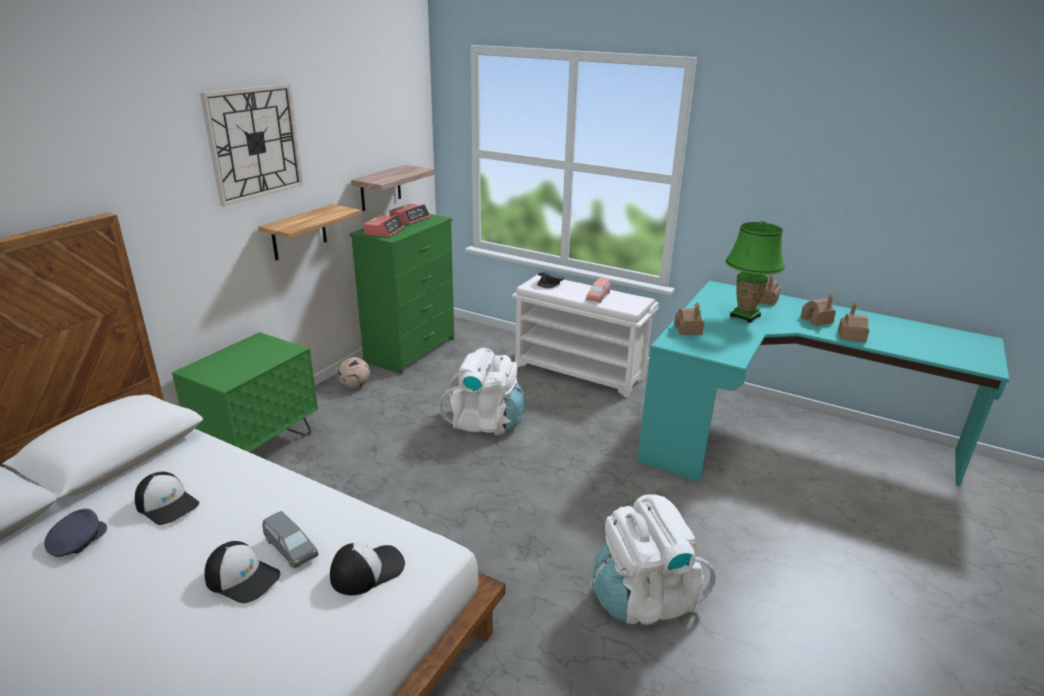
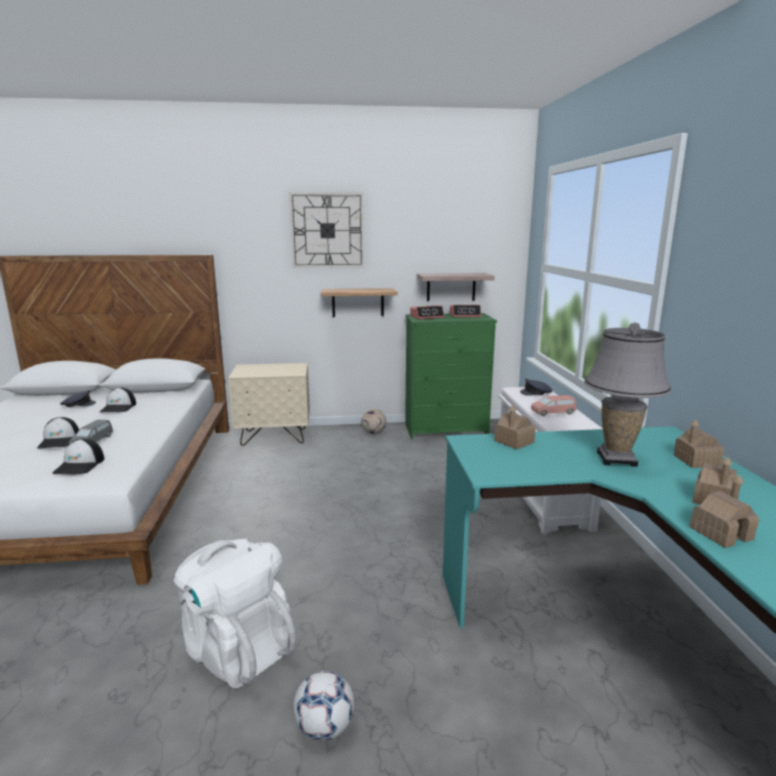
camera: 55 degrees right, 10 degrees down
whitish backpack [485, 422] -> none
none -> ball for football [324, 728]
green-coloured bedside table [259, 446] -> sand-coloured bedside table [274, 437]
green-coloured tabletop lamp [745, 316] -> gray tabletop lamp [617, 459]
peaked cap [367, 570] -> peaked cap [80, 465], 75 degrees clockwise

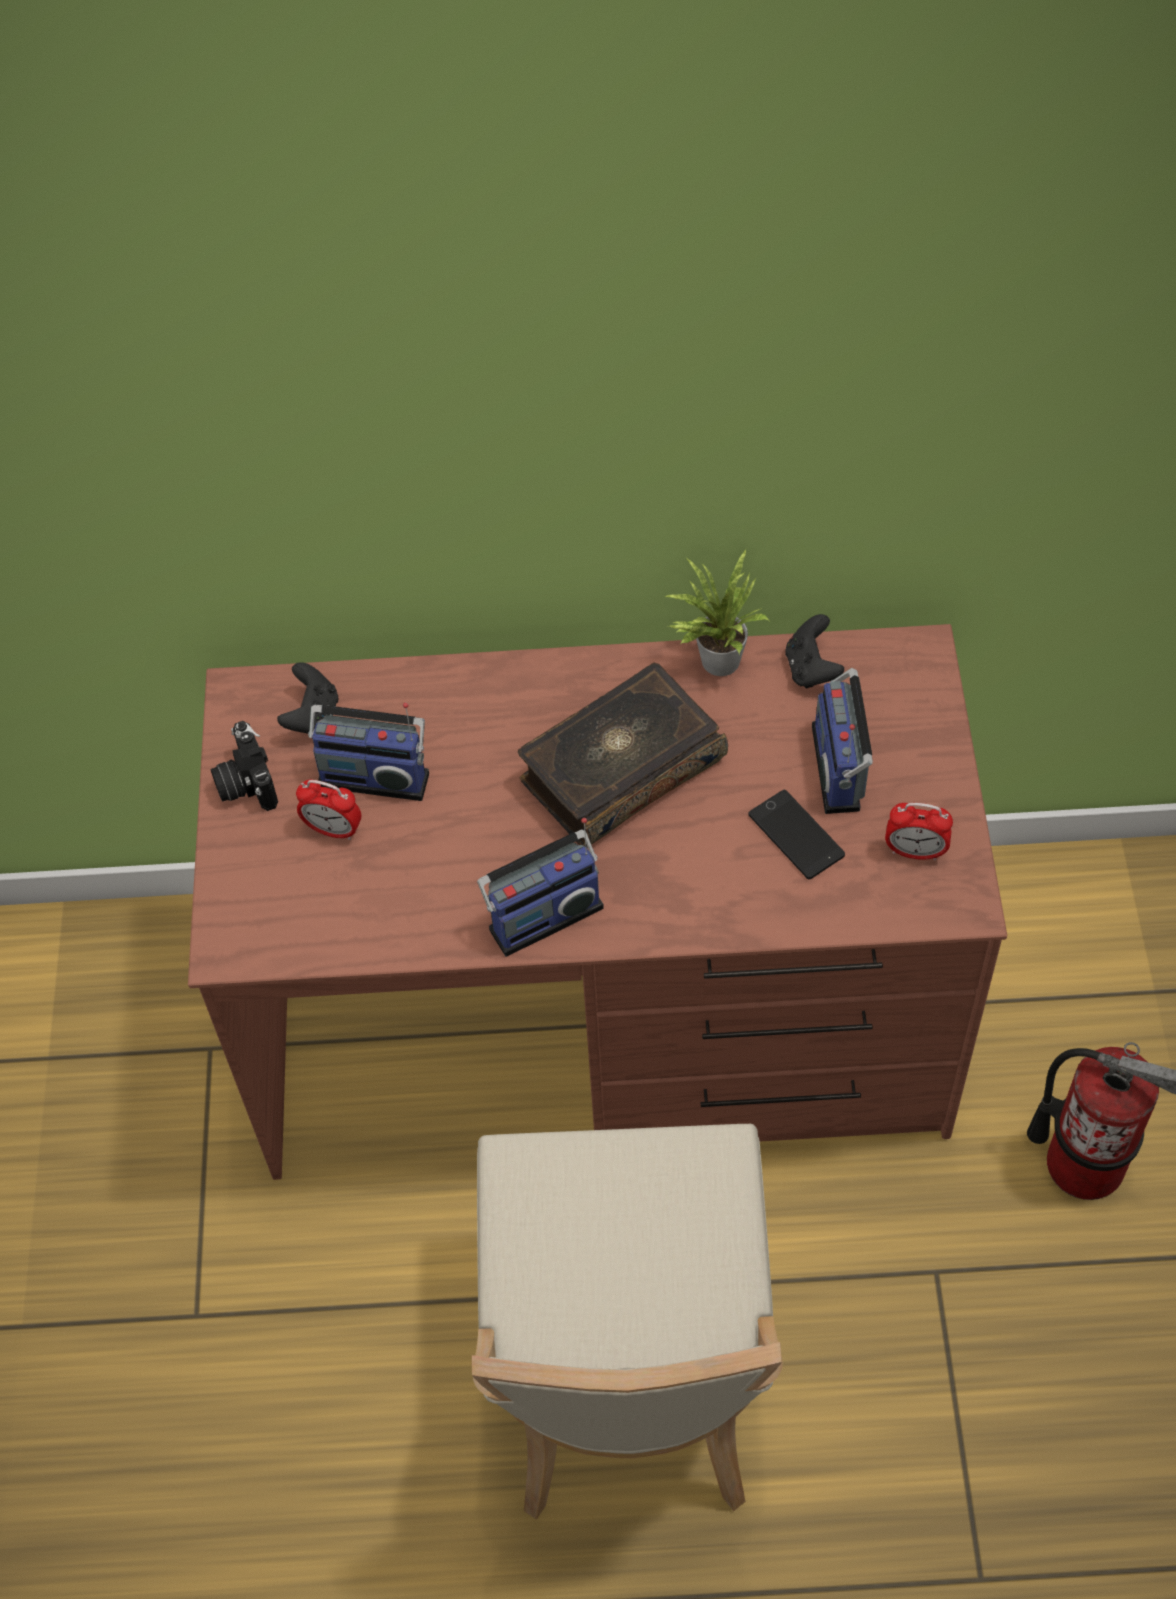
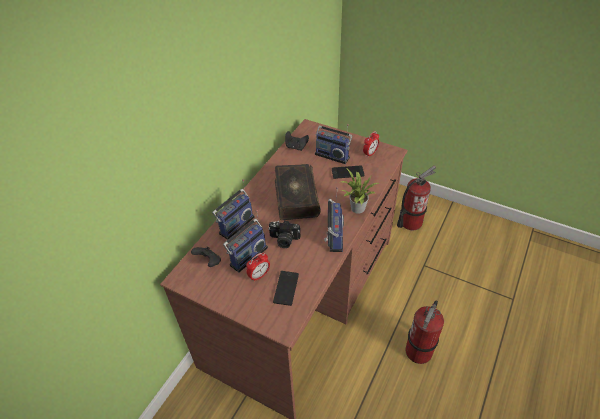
camera: 60 degrees left, 10 degrees down
none -> radio [235, 224]
none -> phone [286, 288]
still camera [245, 783] -> still camera [284, 240], moved
plant in a pot [715, 659] -> plant in a pot [356, 209], moved
sand-coloured chair [628, 1379] -> extinguisher [419, 351]

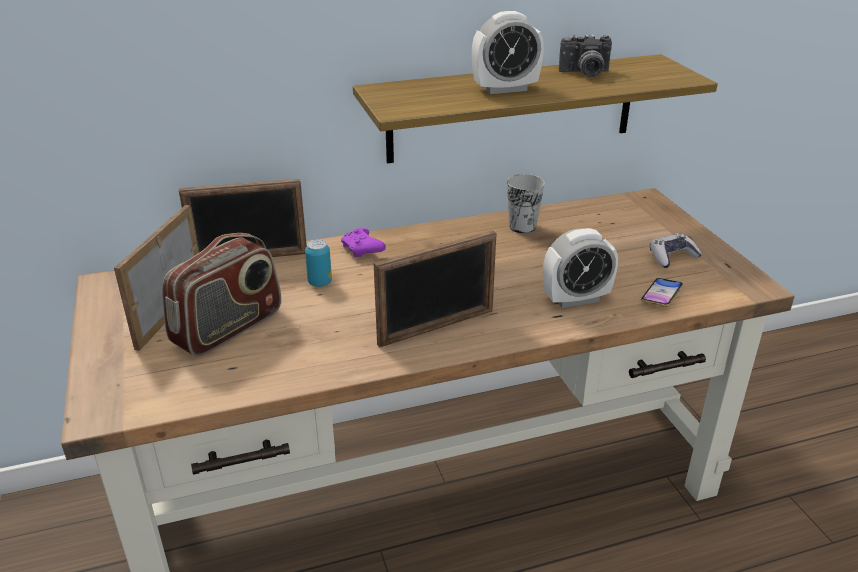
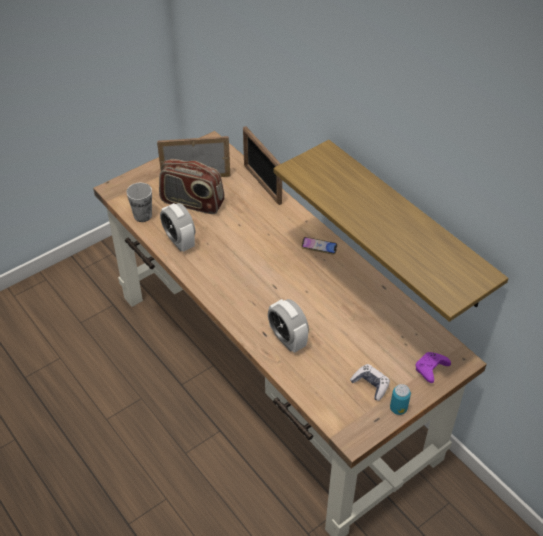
camera: 70 degrees right, 15 degrees up
picture frame [437, 327] -> none
still camera [585, 73] -> none
can [320, 282] -> can [398, 408], moved
purple-coloured joypad [362, 250] -> purple-coloured joypad [430, 370], moved
alarm clock [505, 89] -> alarm clock [179, 241], moved
small cup [522, 227] -> small cup [142, 215], moved
phone [661, 295] -> phone [319, 247], moved

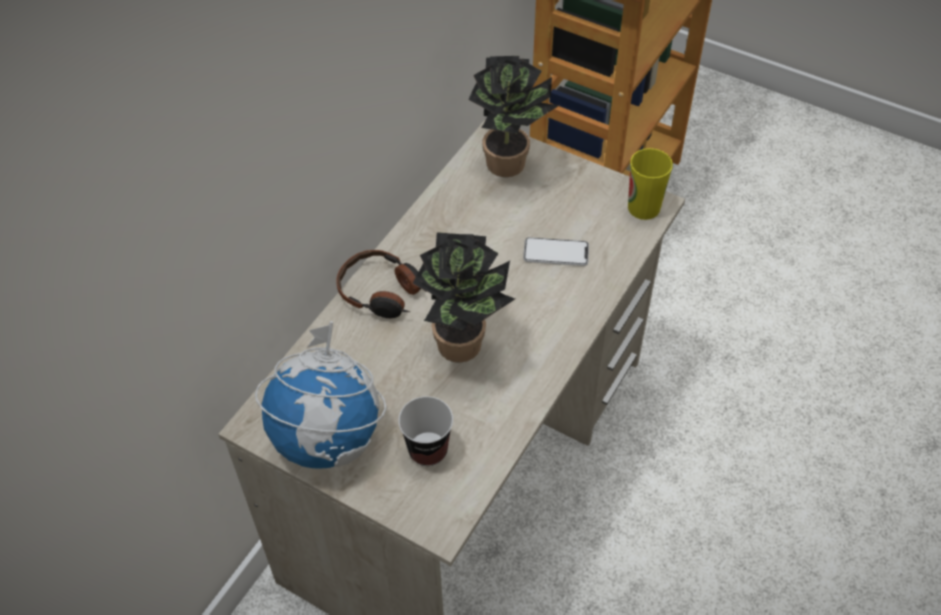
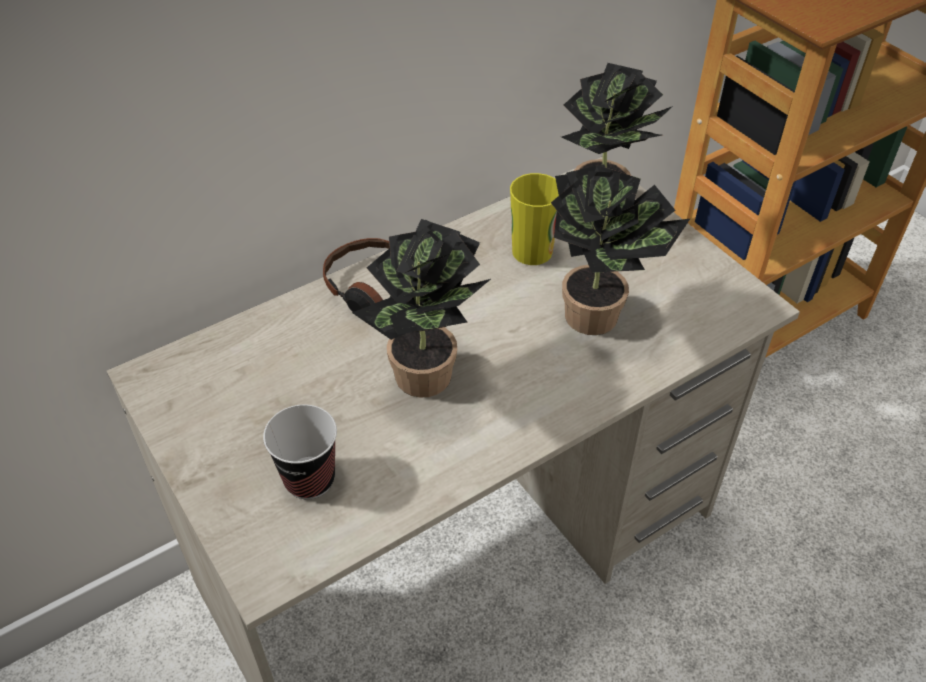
camera: 25 degrees right, 5 degrees down
world globe [328, 438] -> none
small cup [644, 207] -> small cup [532, 251], moved
phone [556, 253] -> plant in a pot [600, 317]

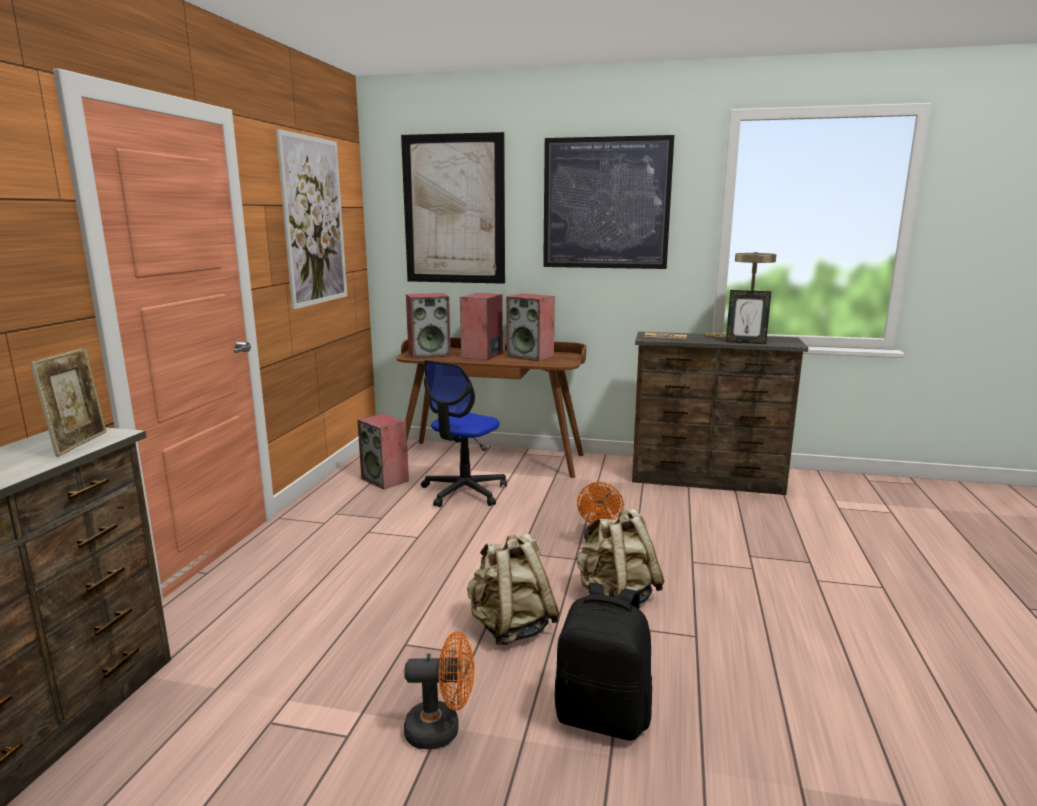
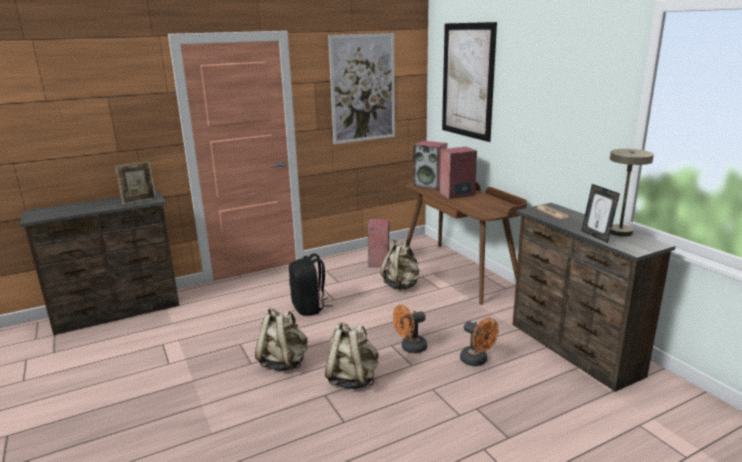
camera: 50 degrees right, 5 degrees up
loudspeaker [531, 356] -> none
picture [606, 203] -> none
orange-coloured electric fan [441, 729] -> orange-coloured electric fan [477, 361], moved
black backpack [603, 716] -> black backpack [309, 308], moved
desk chair [464, 492] -> sand-coloured backpack [401, 285]

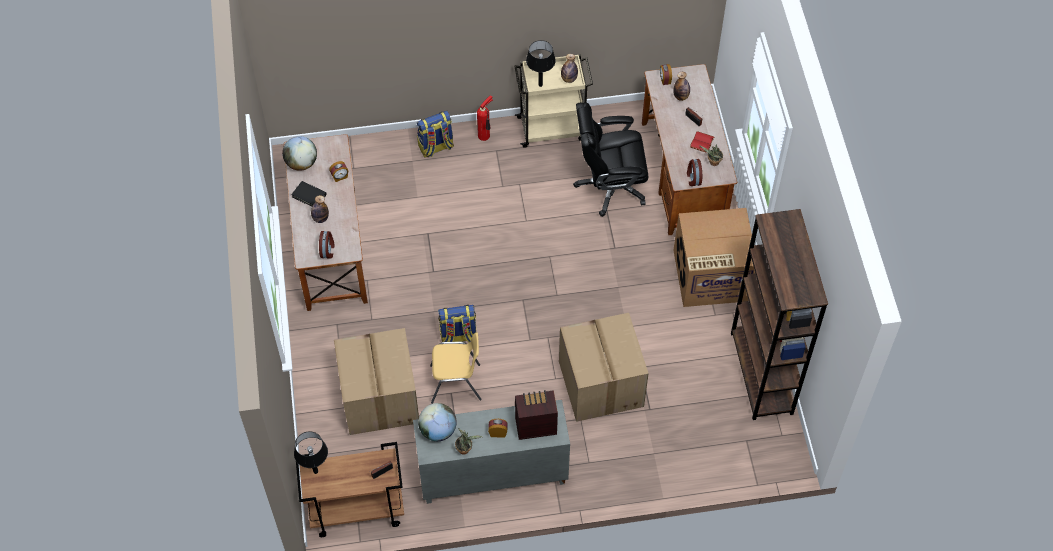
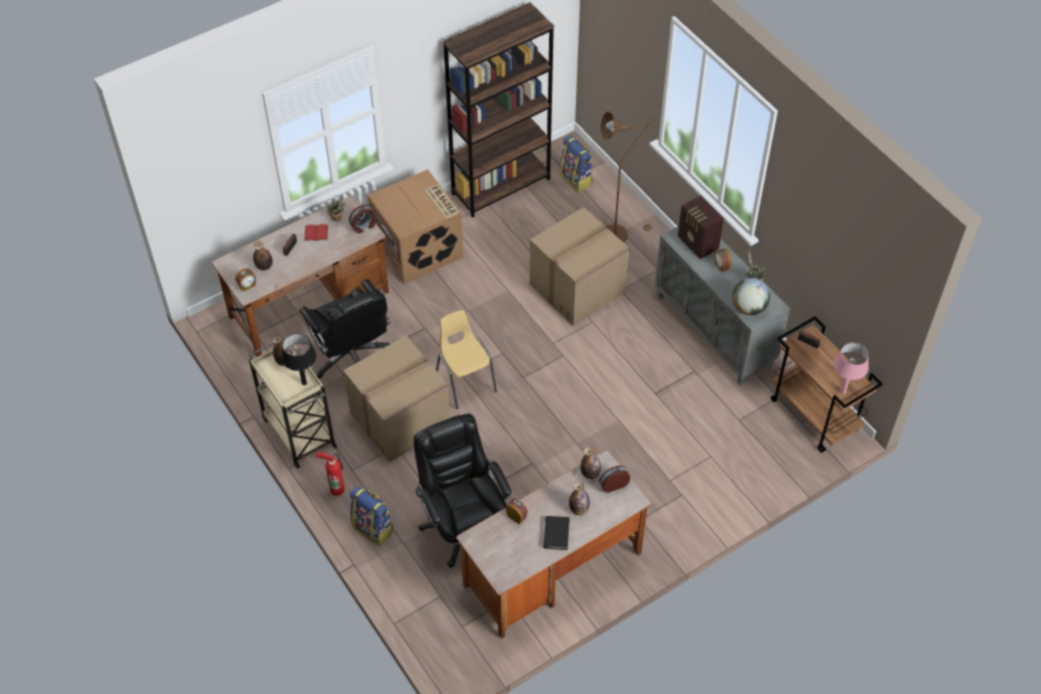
camera: 115 degrees left, 5 degrees down
world globe [301, 163] -> none
none -> black desk chair [464, 526]
none -> bottle [590, 473]
none -> brown floor lamp [619, 233]
packing box [378, 397] -> packing box [399, 420], moved
yellow-coloured chair [456, 383] -> yellow-coloured chair [465, 381], moved
backpack [458, 336] -> backpack [576, 179], moved
black tabletop lamp [315, 471] -> pink-coloured tabletop lamp [843, 392]

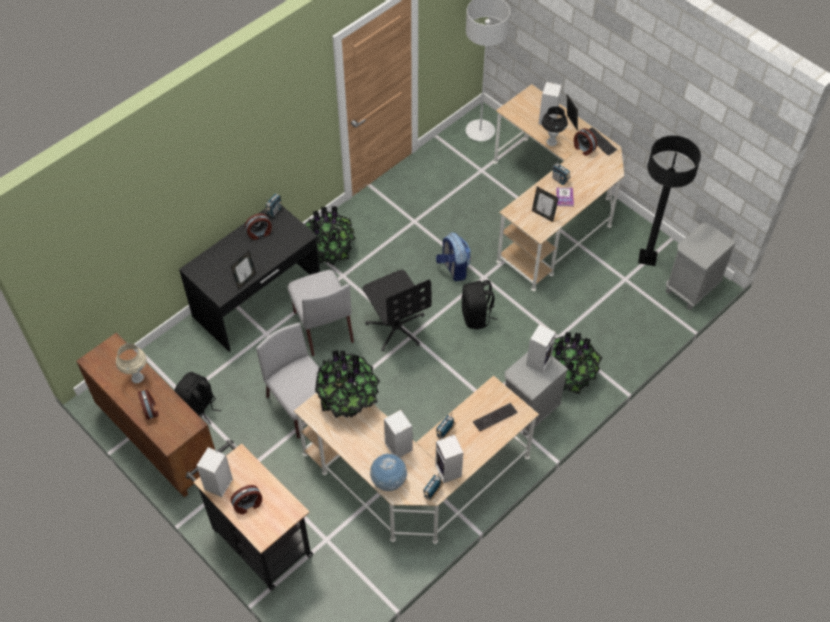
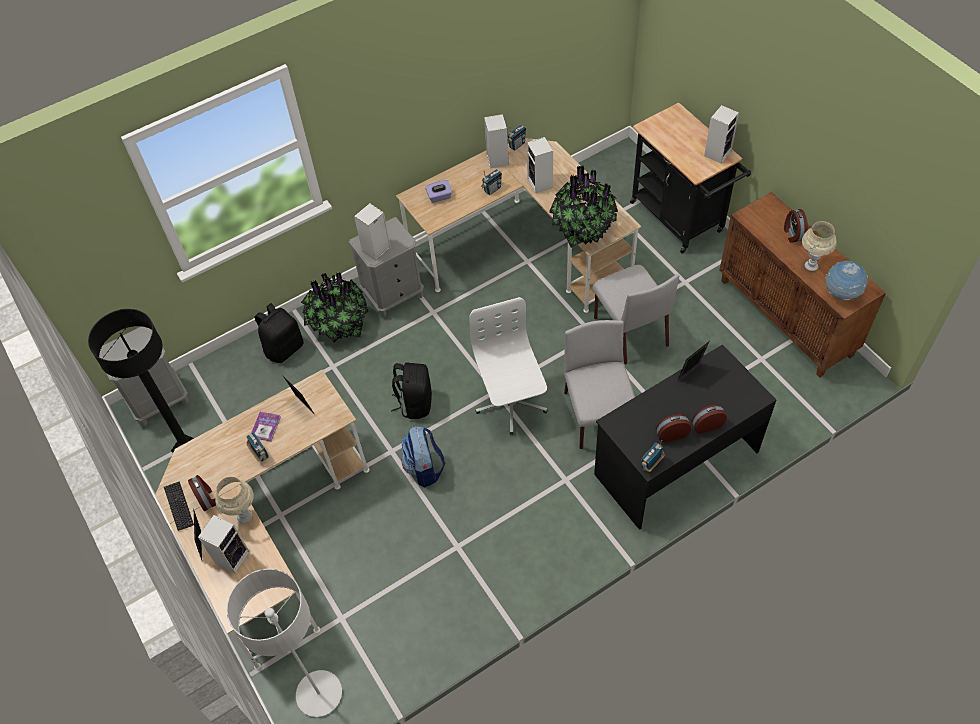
camera: 165 degrees left, 0 degrees up
plant in a pot [329, 250] -> none
black backpack [199, 409] -> black backpack [284, 348], moved
alarm clock [248, 505] -> alarm clock [706, 425], moved
world globe [388, 481] -> world globe [841, 294], moved
keyboard [495, 417] -> purple-coloured tissue box [439, 197]
black desk chair [396, 327] -> whitish desk chair [511, 403]
black tabletop lamp [551, 142] -> sand-coloured tabletop lamp [244, 516]

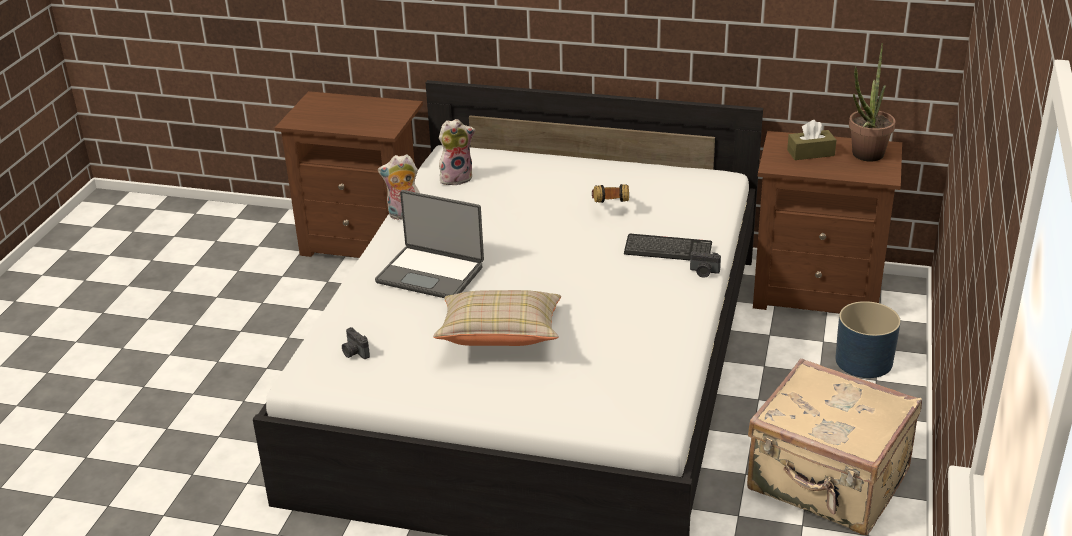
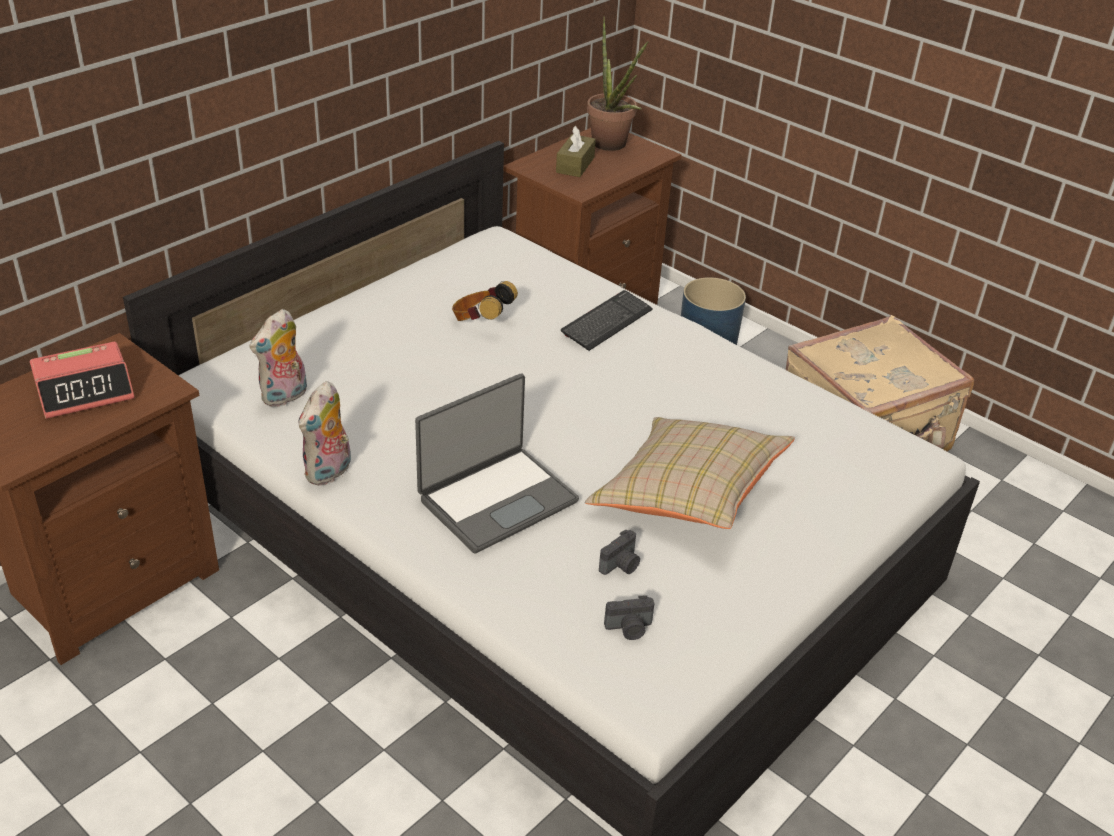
camera: 65 degrees left, 5 degrees up
none -> alarm clock [85, 390]
still camera [704, 272] -> still camera [621, 565], moved
soft toy [457, 178] -> soft toy [285, 397], 150 degrees counterclockwise

